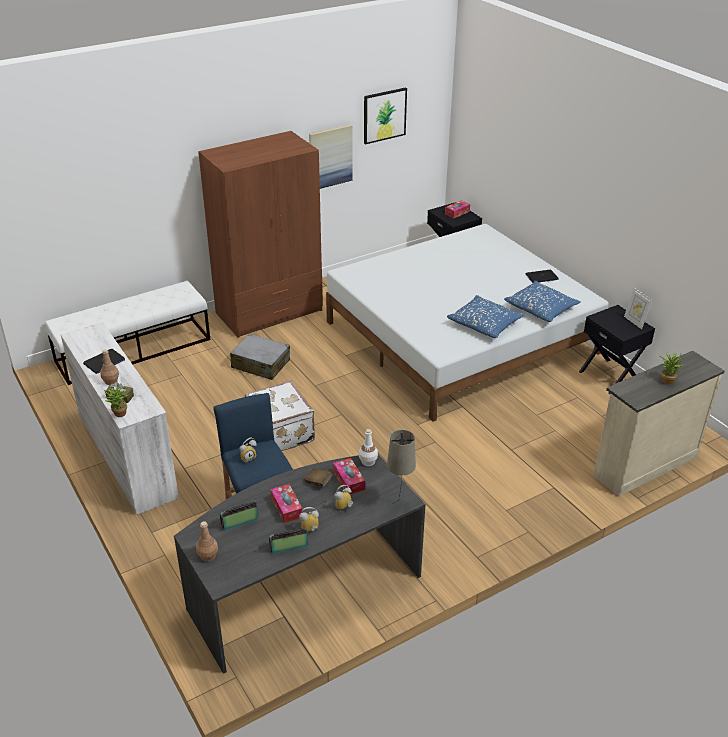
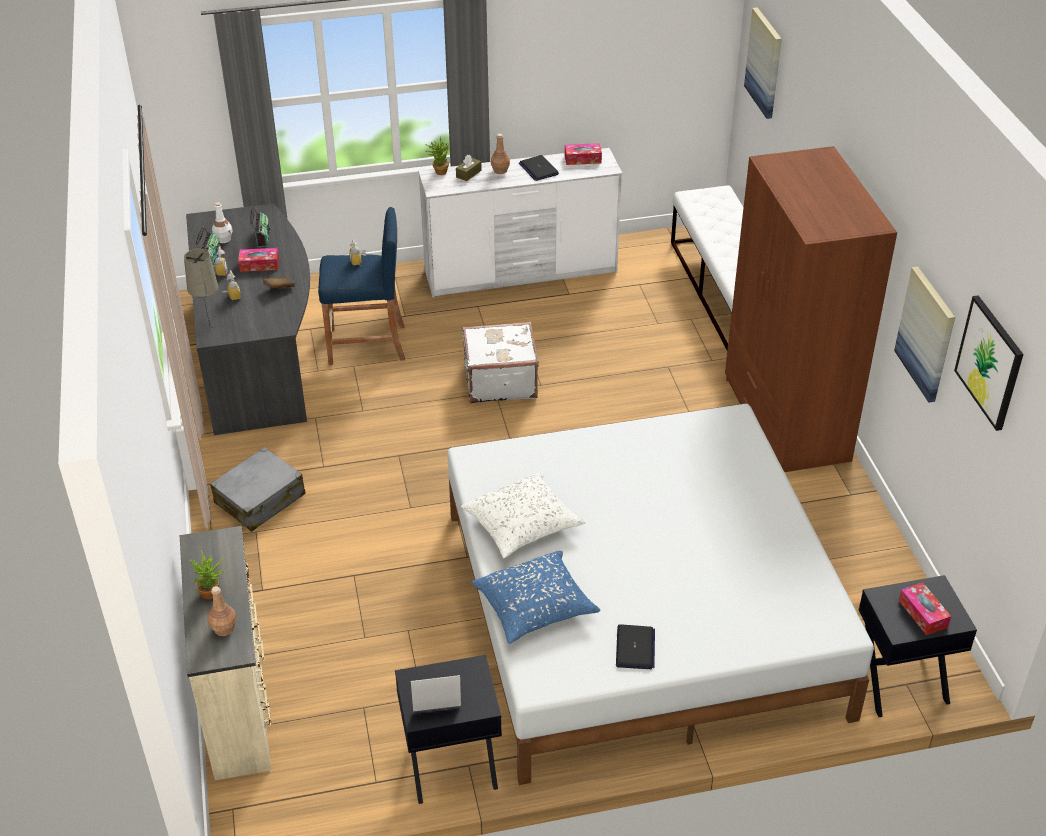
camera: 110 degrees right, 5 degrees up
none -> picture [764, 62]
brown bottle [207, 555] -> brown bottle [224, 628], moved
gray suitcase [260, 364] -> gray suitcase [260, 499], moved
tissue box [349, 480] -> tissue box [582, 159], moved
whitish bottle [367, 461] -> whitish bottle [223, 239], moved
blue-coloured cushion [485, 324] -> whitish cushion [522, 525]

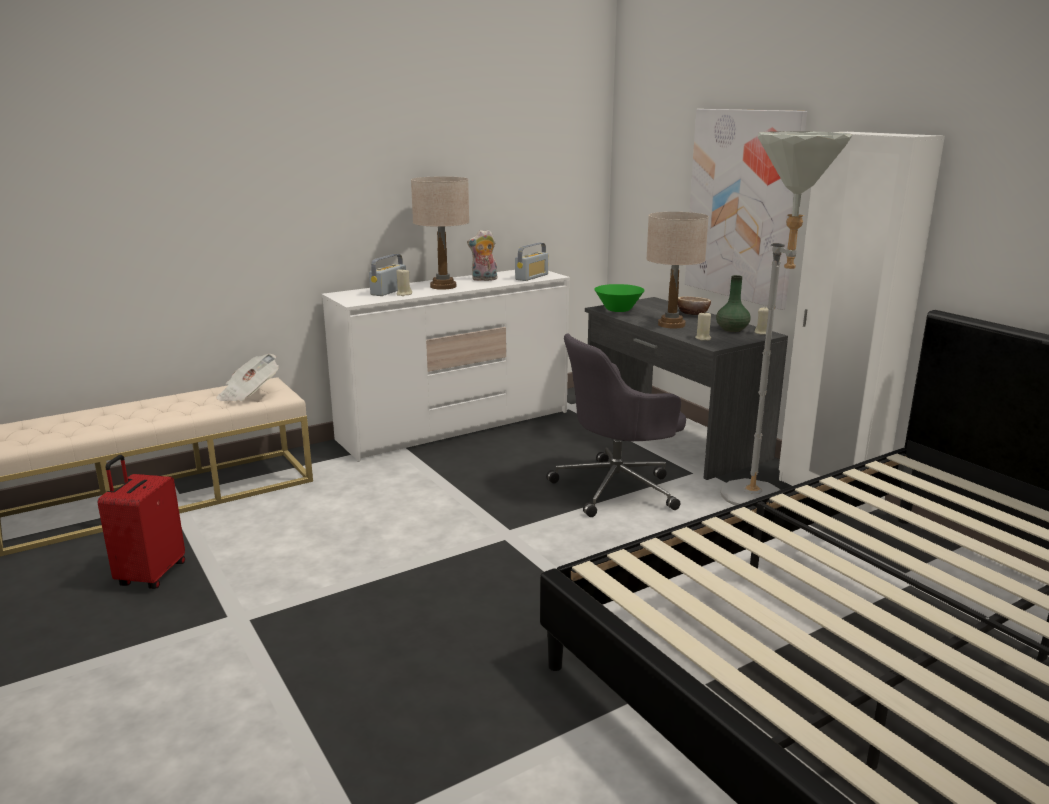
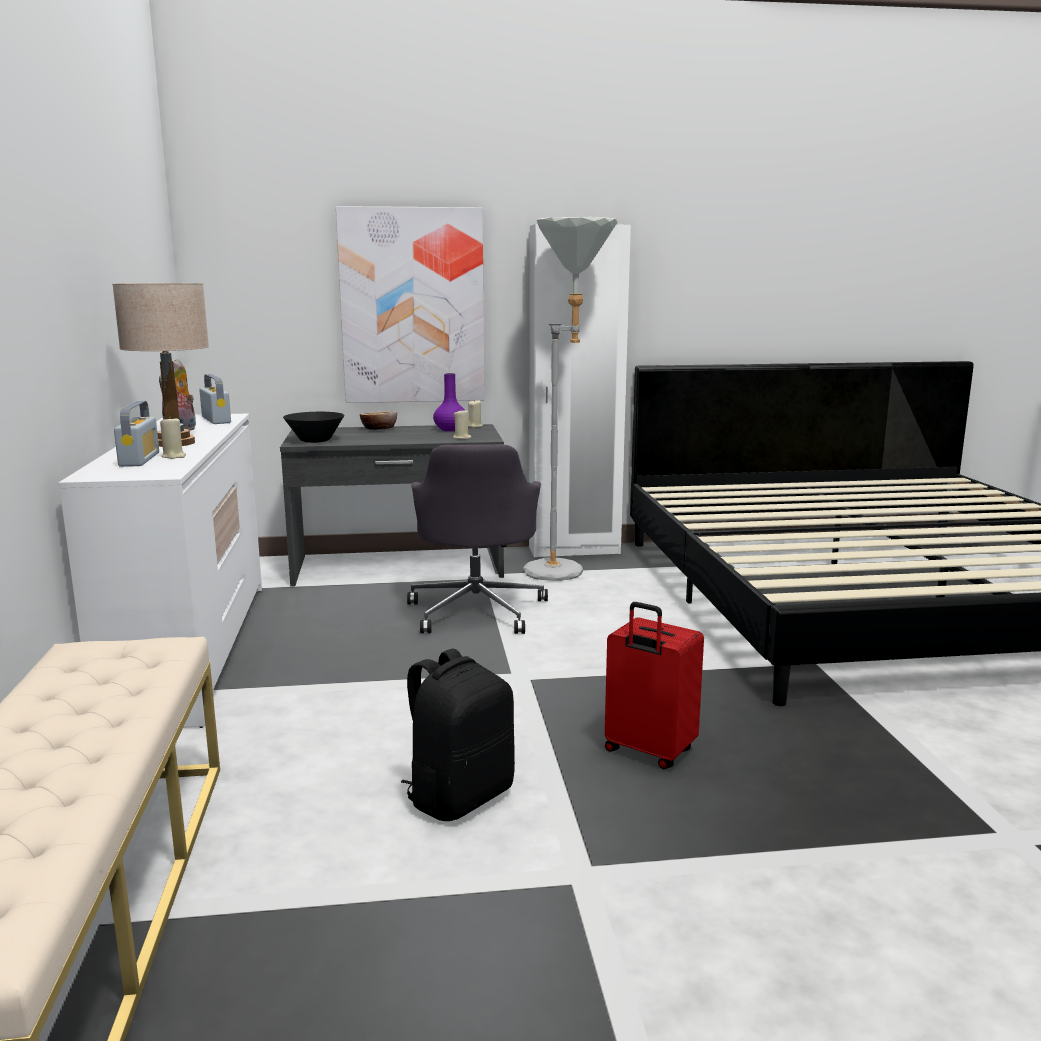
camera: 65 degrees left, 5 degrees down
daily paper [249, 394] -> none
sand-coloured tabletop lamp [671, 325] -> none
none -> black backpack [460, 796]
reddish suitcase [150, 575] -> reddish suitcase [648, 752], moved
green-coloured serving bowl [618, 310] -> black serving bowl [315, 441]
green-coloured decorative vase [731, 329] -> purple-coloured decorative vase [450, 429]
radio [389, 291] -> radio [139, 459], 150 degrees counterclockwise

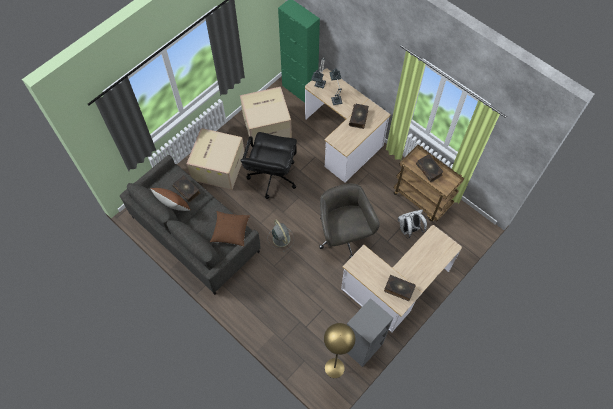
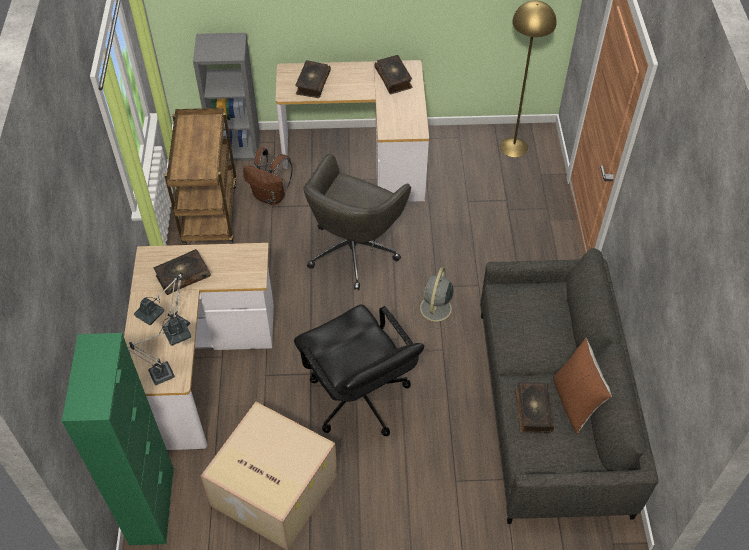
camera: 135 degrees left, 10 degrees down
packing box [218, 166] -> none
brown cushion [231, 231] -> none
gray bookshelf [362, 347] -> gray bookshelf [236, 146], moved
book [429, 170] -> book [312, 83], moved
whitish backpack [409, 230] -> brown backpack [271, 196]
black desk chair [272, 177] -> black desk chair [358, 398], 90 degrees clockwise

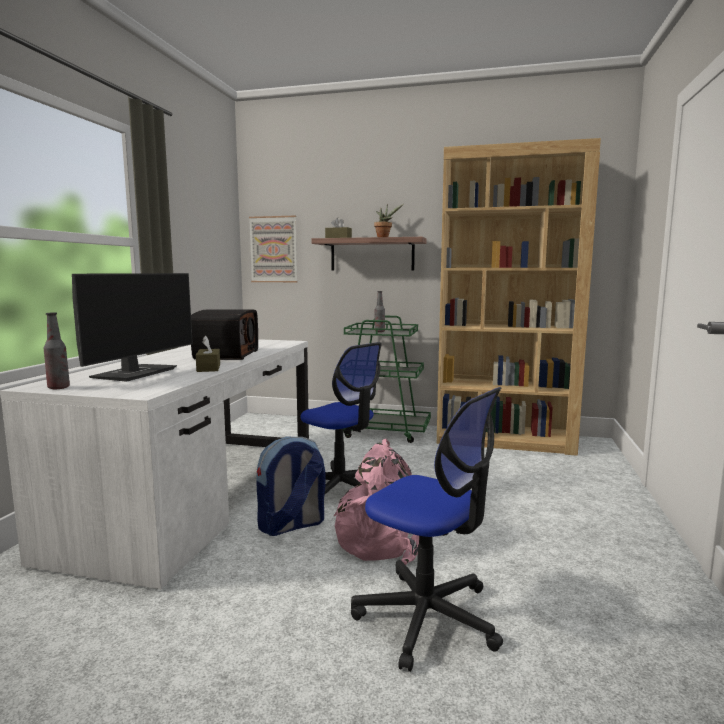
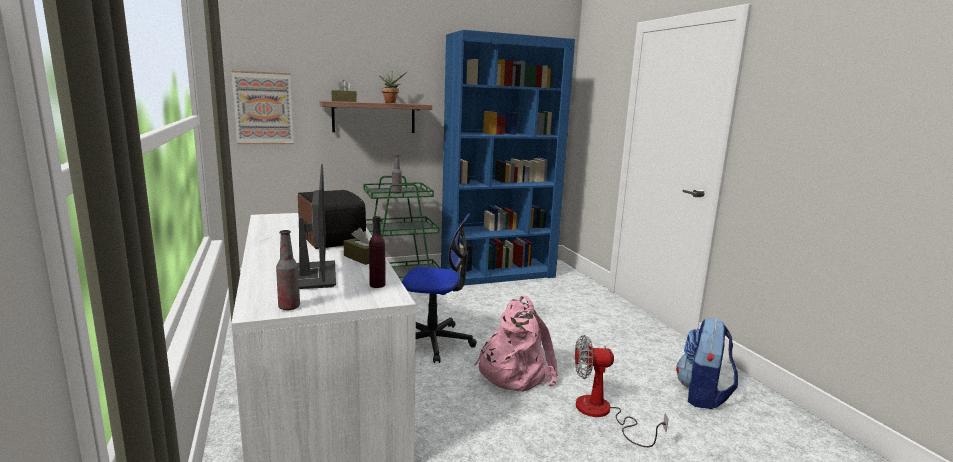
camera: 35 degrees left, 5 degrees up
none -> purple-coloured bottle [377, 285]
backpack [291, 525] -> backpack [703, 395], moved
desk chair [428, 617] -> electric fan [603, 413]
brown bookshelf [504, 440] -> blue-coloured bookshelf [498, 274]

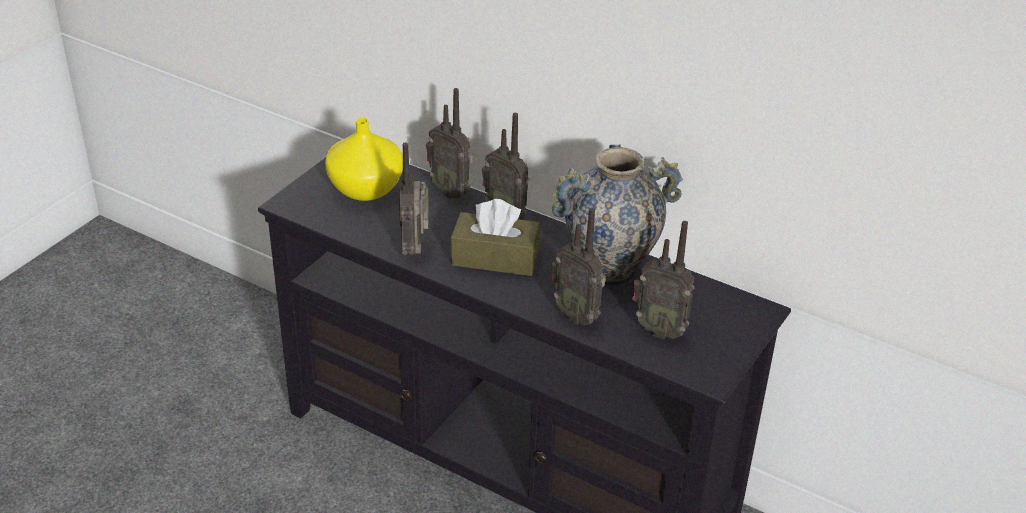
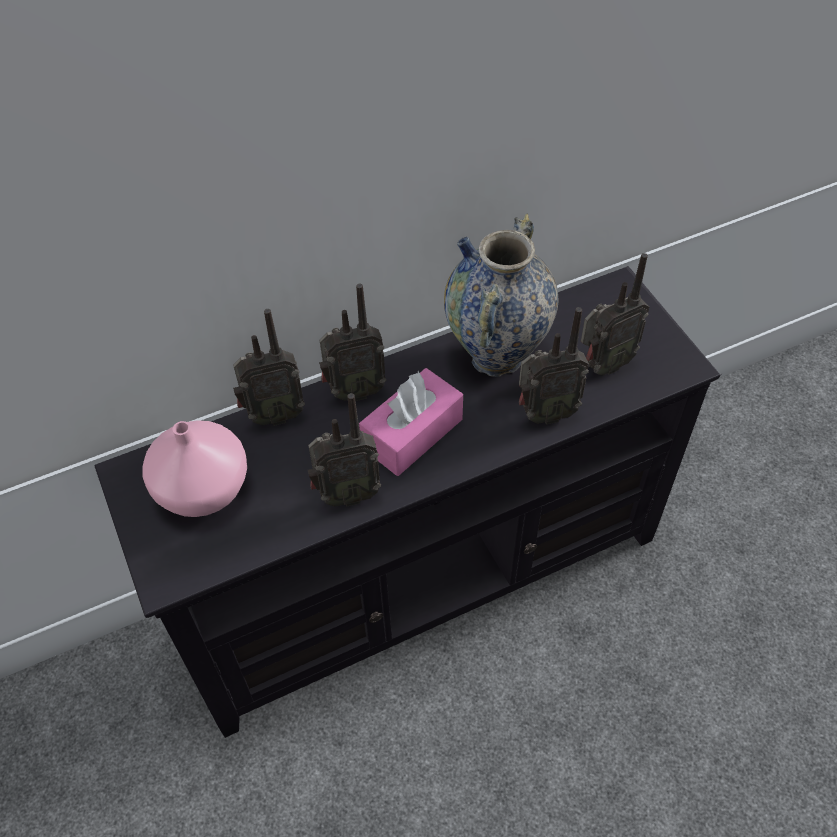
camera: 55 degrees left, 15 degrees up
yellow-coloured decorative vase [366, 189] -> pink-coloured decorative vase [205, 489]
brown tissue box [495, 258] -> pink-coloured tissue box [412, 433]
radio [415, 248] -> radio [346, 494], 45 degrees counterclockwise

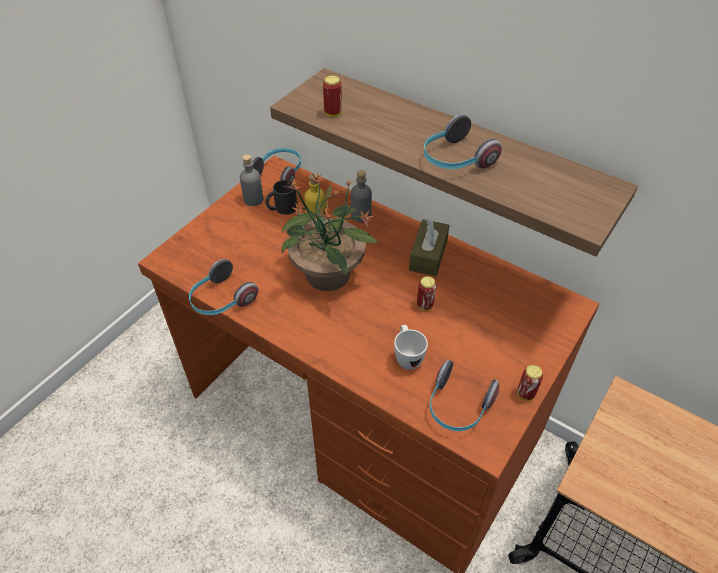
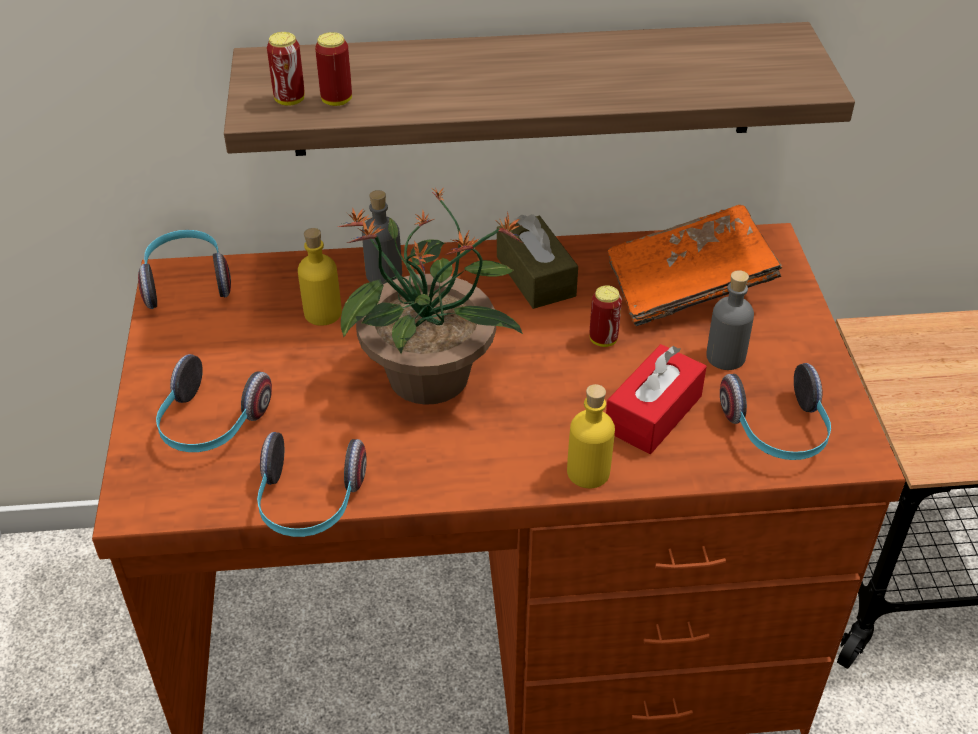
camera: 40 degrees left, 5 degrees down
black tea mug [281, 208] -> none
none -> yellow-coloured bottle [588, 472]
none -> orange-coloured book [688, 286]
gray bottle [253, 199] -> gray bottle [725, 357], moved
headphones [455, 160] -> headphones [210, 425], moved
can [525, 394] -> can [290, 100], moved
whitish tea mug [407, 356] -> reddish tissue box [653, 413]

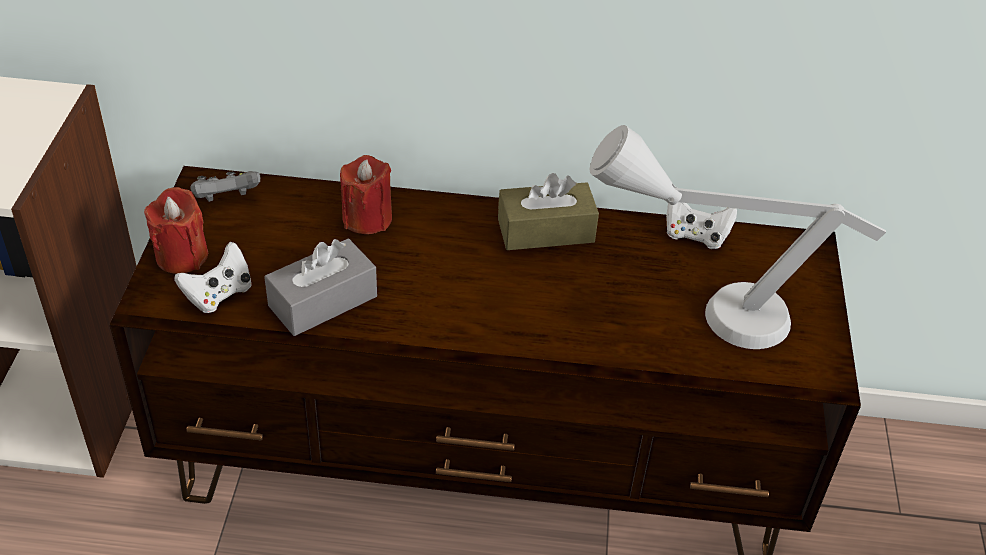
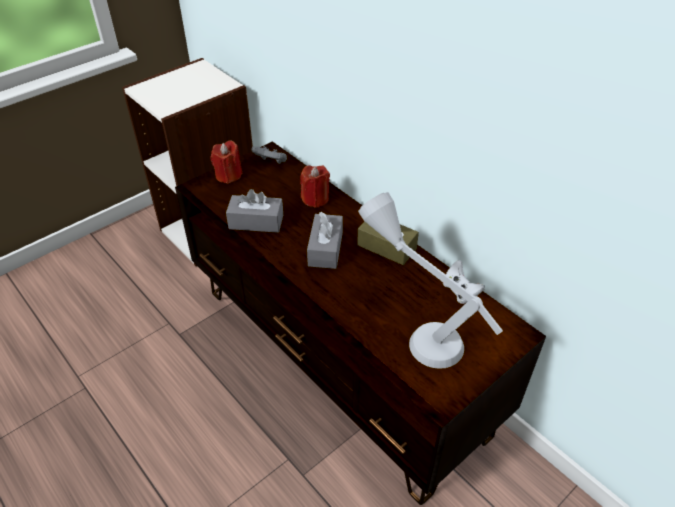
camera: 45 degrees right, 0 degrees up
whitish joypad [219, 294] -> none
none -> gray tissue box [325, 249]

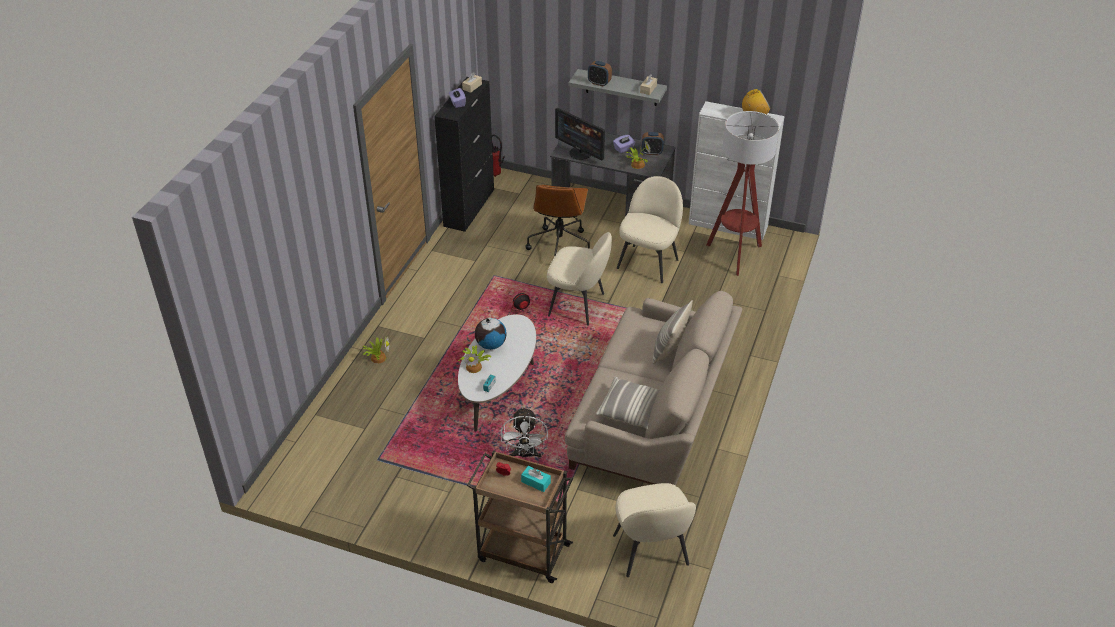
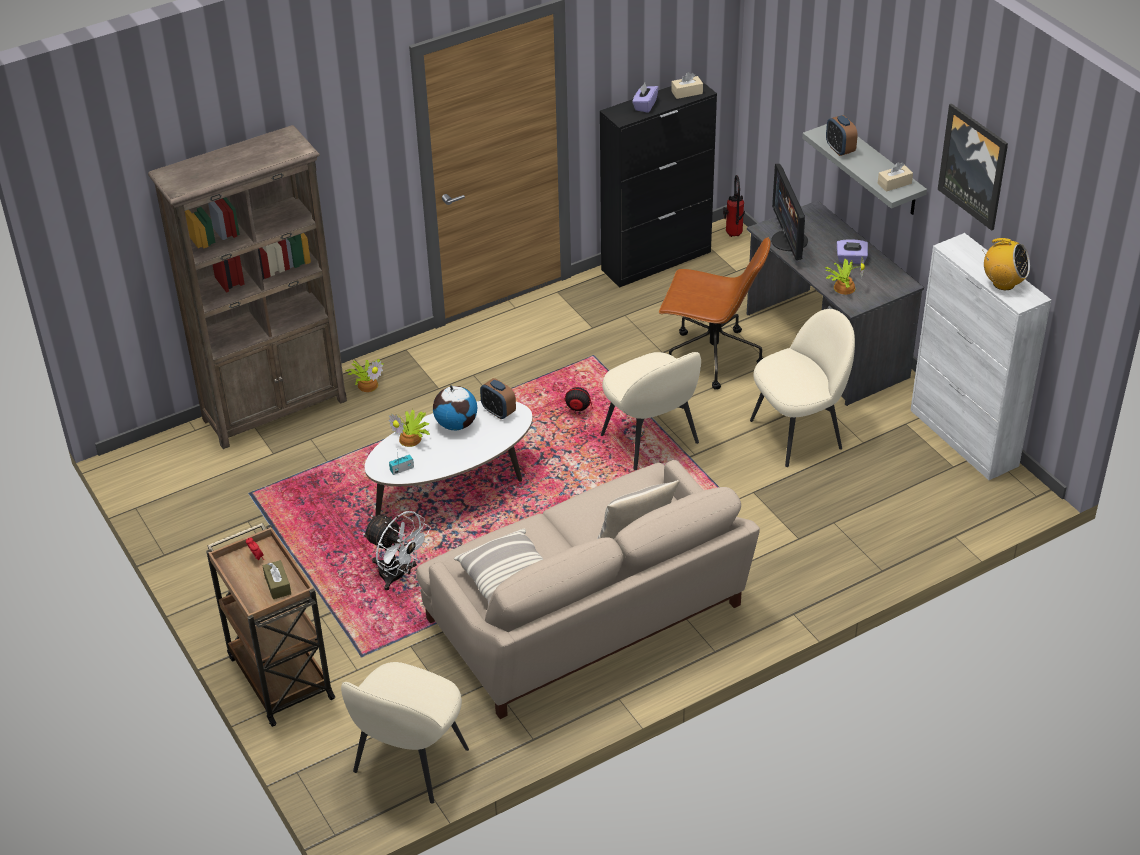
camera: 40 degrees right, 0 degrees up
floor lamp [735, 255] -> none
none -> brown bookshelf [276, 409]
none -> picture [974, 166]
alarm clock [652, 152] -> alarm clock [498, 412], moved
blue-green tissue box [536, 482] -> brown tissue box [277, 585]
whitish electric fan [525, 455] -> whitish electric fan [398, 576], 90 degrees counterclockwise
brown desk chair [559, 245] -> brown desk chair [712, 357], 120 degrees counterclockwise

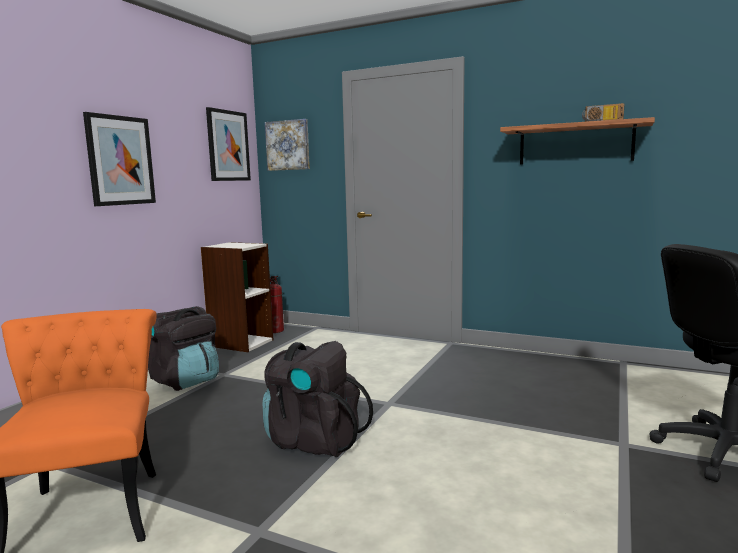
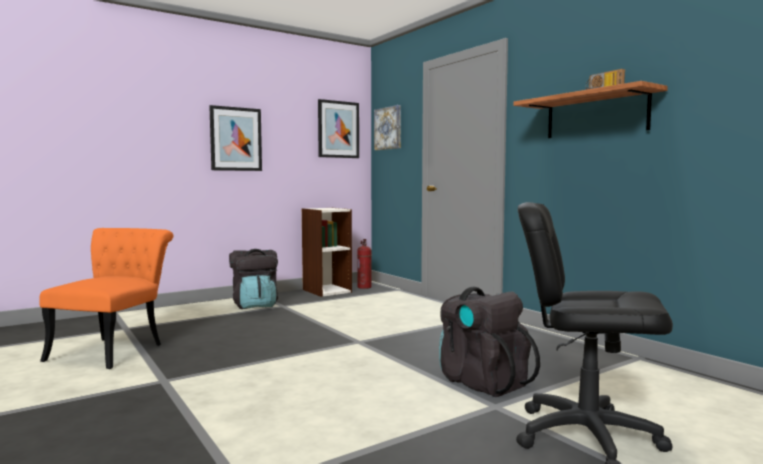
camera: 30 degrees right, 5 degrees down
black backpack [313, 440] -> black backpack [481, 382], moved

